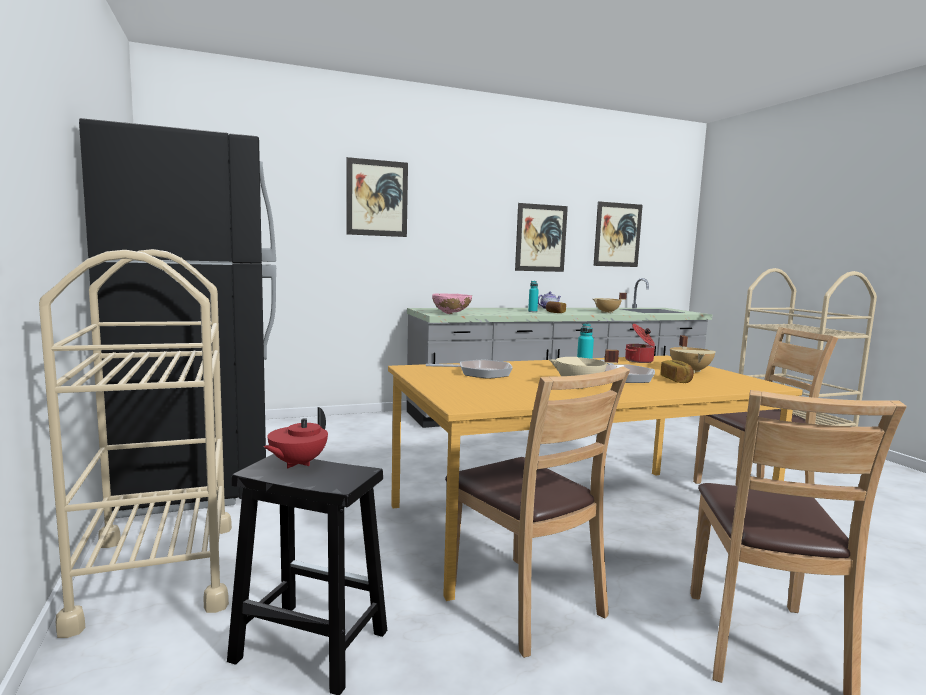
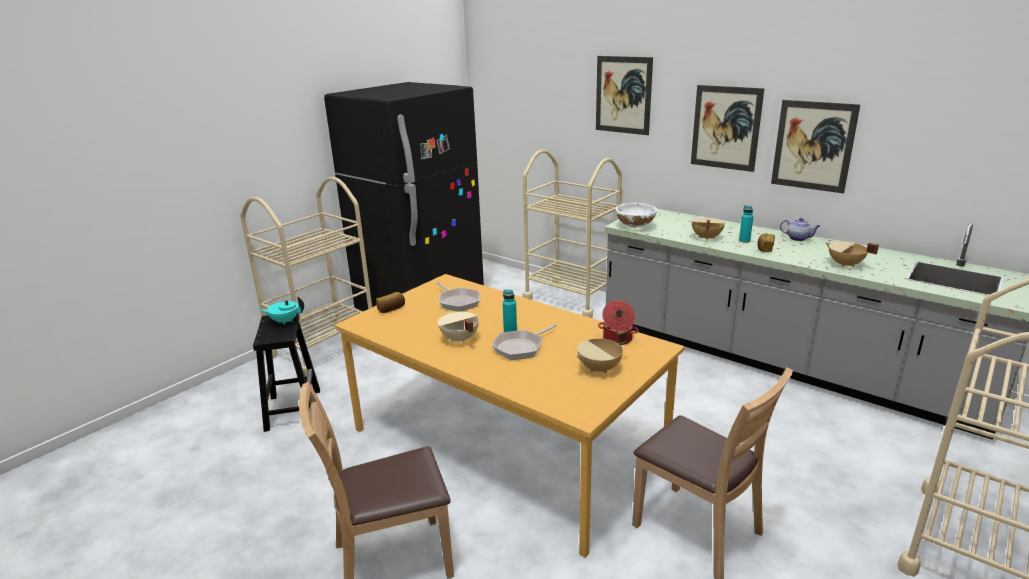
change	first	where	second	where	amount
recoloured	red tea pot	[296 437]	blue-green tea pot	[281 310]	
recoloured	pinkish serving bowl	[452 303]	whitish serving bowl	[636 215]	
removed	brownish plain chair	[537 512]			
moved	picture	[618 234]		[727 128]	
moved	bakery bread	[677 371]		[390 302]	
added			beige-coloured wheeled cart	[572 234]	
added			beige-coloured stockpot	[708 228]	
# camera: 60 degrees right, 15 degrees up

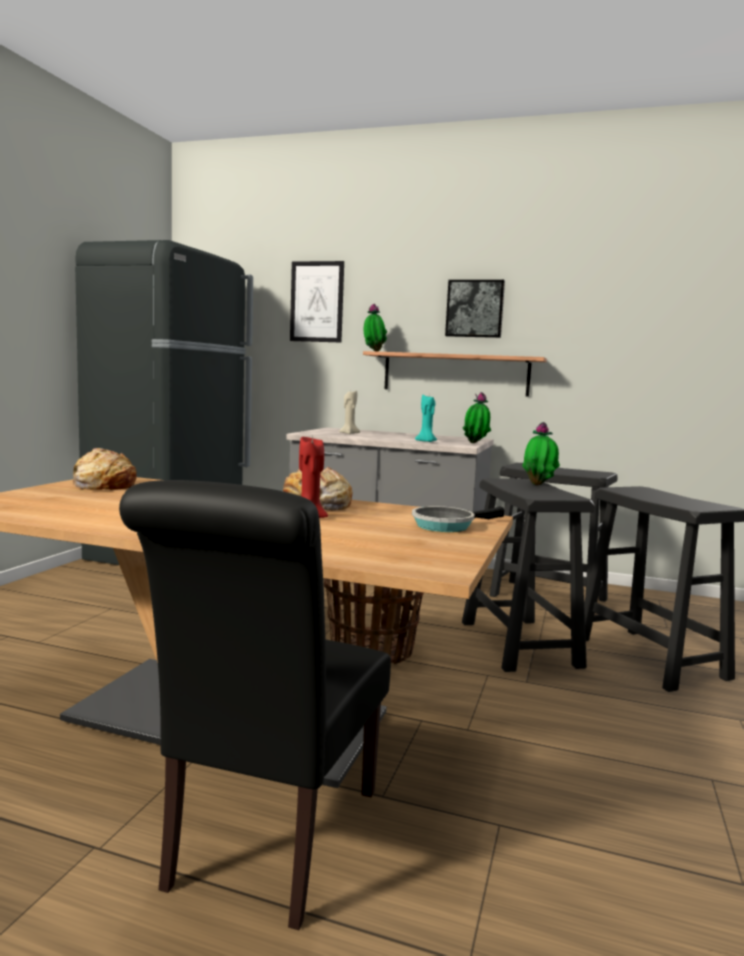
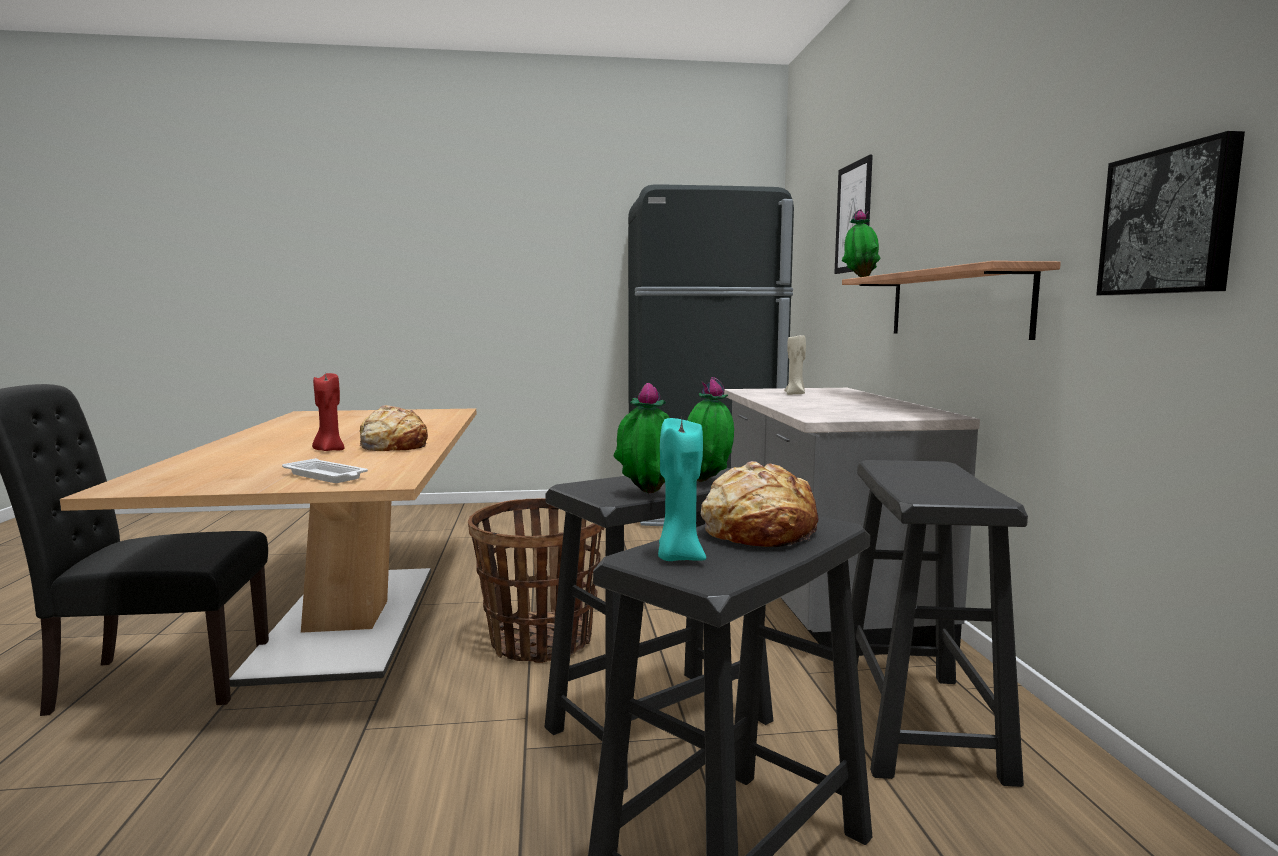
change	first	where	second	where	amount
moved	bakery bread	[105 469]		[759 504]	
replaced	skillet	[458 519]	whitish tray	[325 470]	
moved	blue-green candle	[426 418]		[682 489]	
moved	picture	[475 309]		[1170 213]	
moved	potted plant	[477 417]		[641 437]	
# camera: 65 degrees right, 0 degrees up

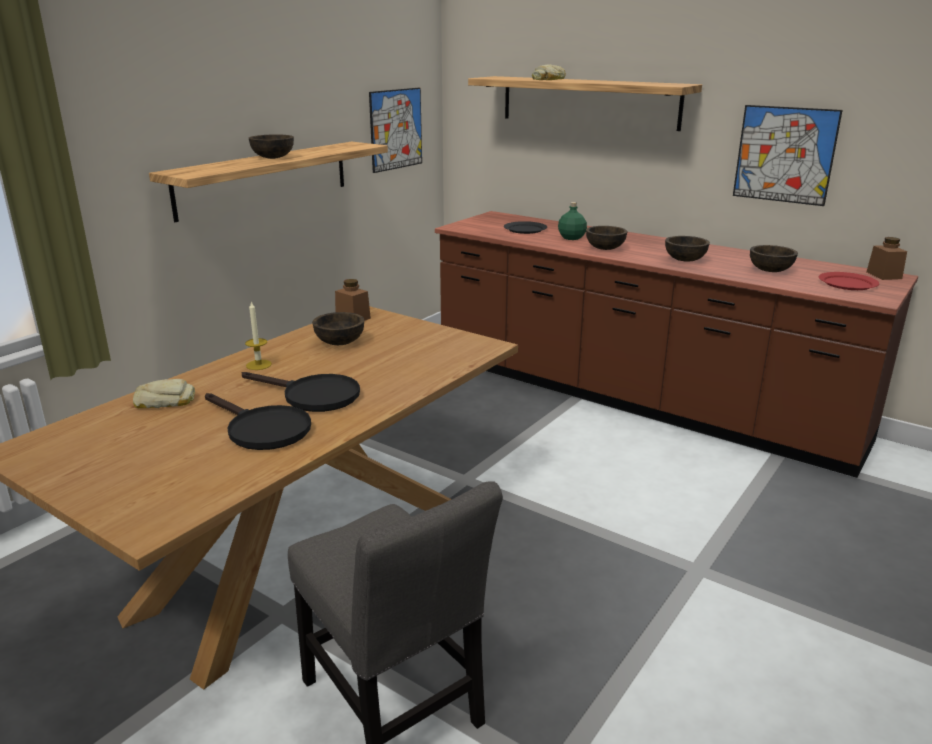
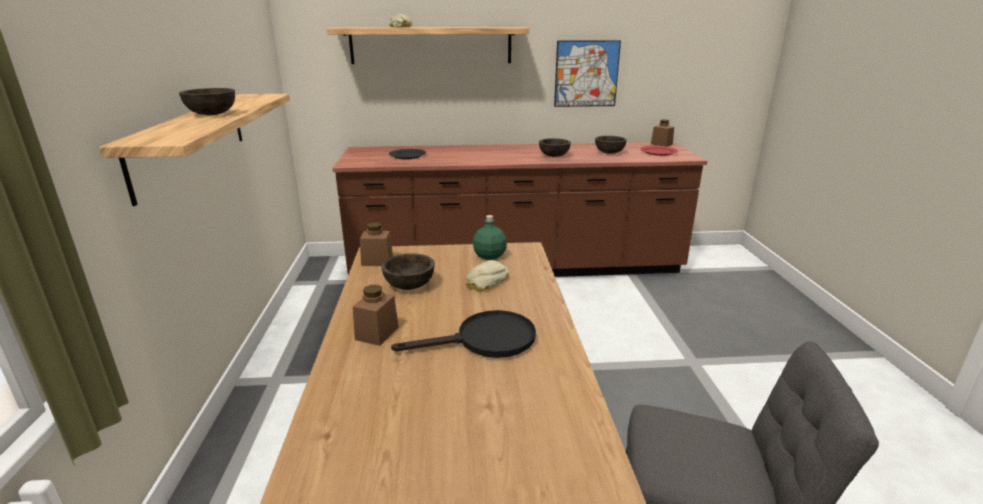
change	first	where	second	where	amount
moved	bakery bread	[164 393]		[487 276]	
removed	black skillet	[258 421]			
replaced	candle	[258 335]	brownish storage jar	[375 315]	
removed	picture	[395 130]			
moved	green beverage bottle	[572 221]		[490 237]	
removed	brownish serving bowl	[606 238]			
# camera: 40 degrees left, 0 degrees up

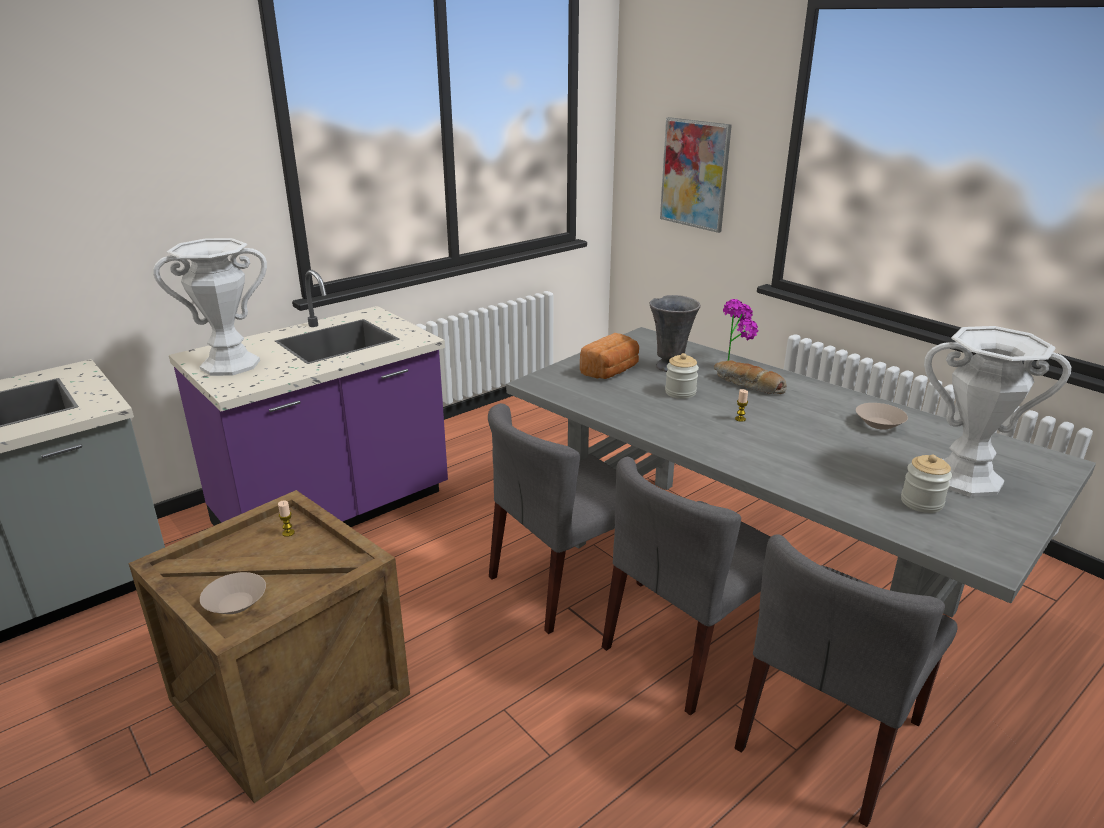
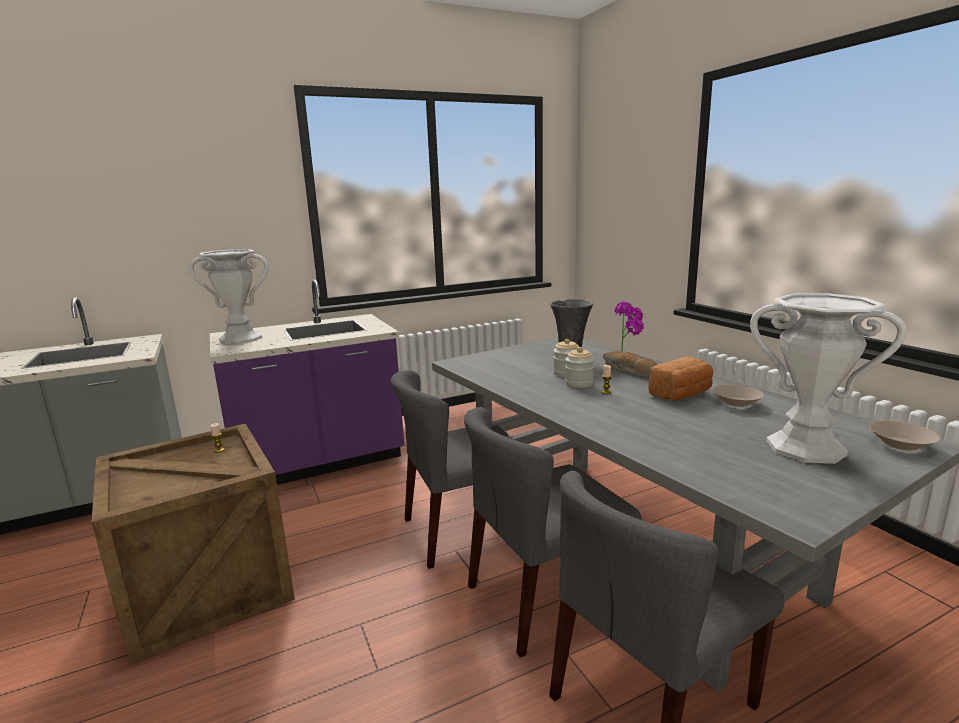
change	first	where	second	where	amount
moved	beige-coloured serving bowl	[233 593]		[905 435]	
moved	bakery bread	[609 356]		[681 378]	
removed	picture	[696 175]			
moved	storage jar	[926 484]		[579 367]	
# camera: 15 degrees right, 10 degrees down

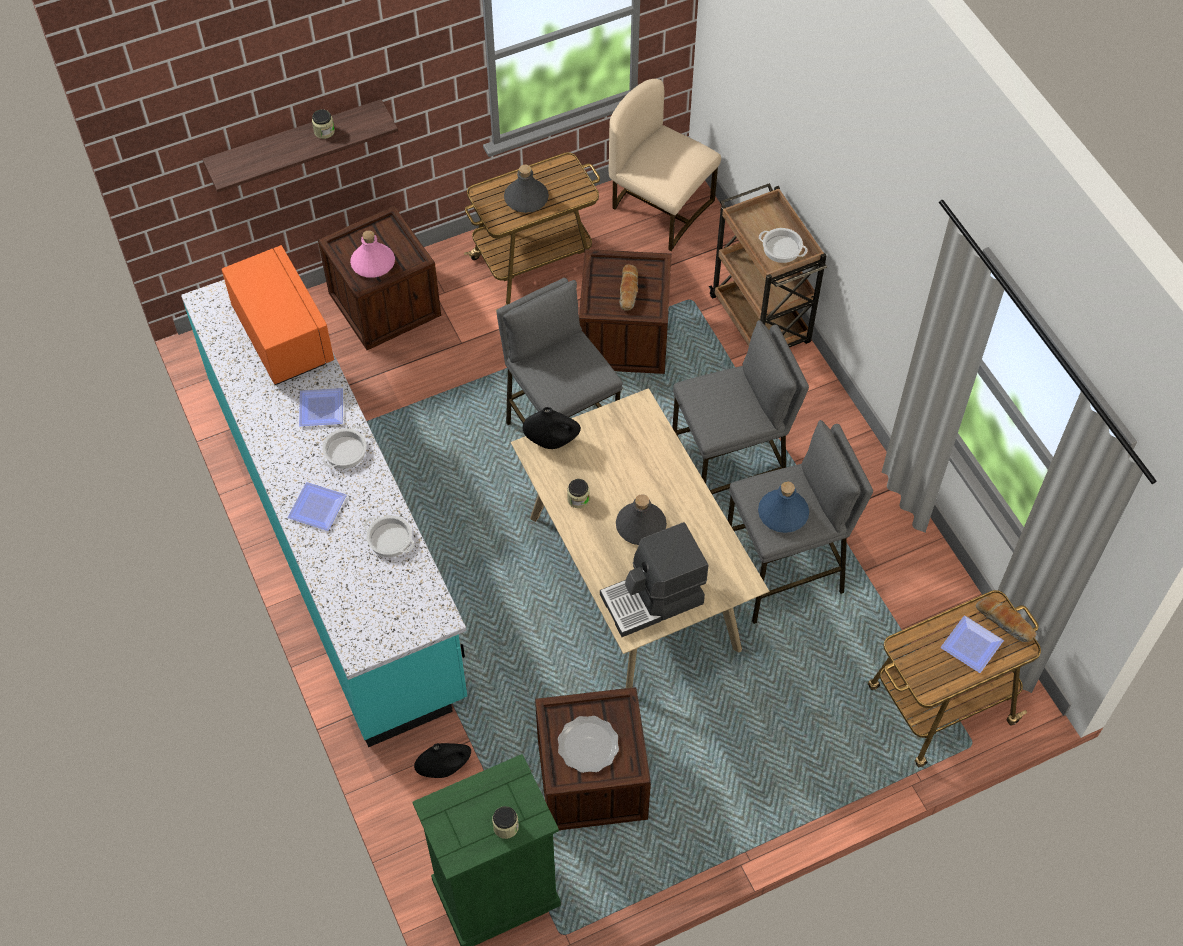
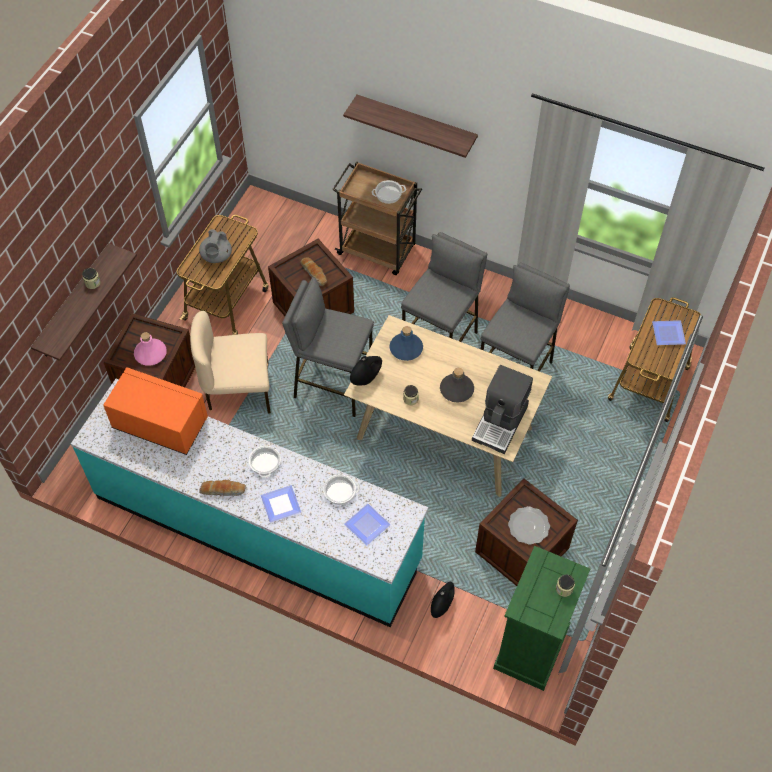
change	first	where	second	where	amount
moved	plate	[321 407]		[367 524]	
replaced	greyish beverage bottle	[526 189]	greyish tea pot	[215 246]	
moved	beige-coloured plain chair	[664 165]		[230 362]	
moved	bluish beverage bottle	[783 507]		[406 343]	
moved	bakery bread	[1006 619]		[222 488]	
added			wall shelf	[410 126]	
# camera: 40 degrees left, 0 degrees up

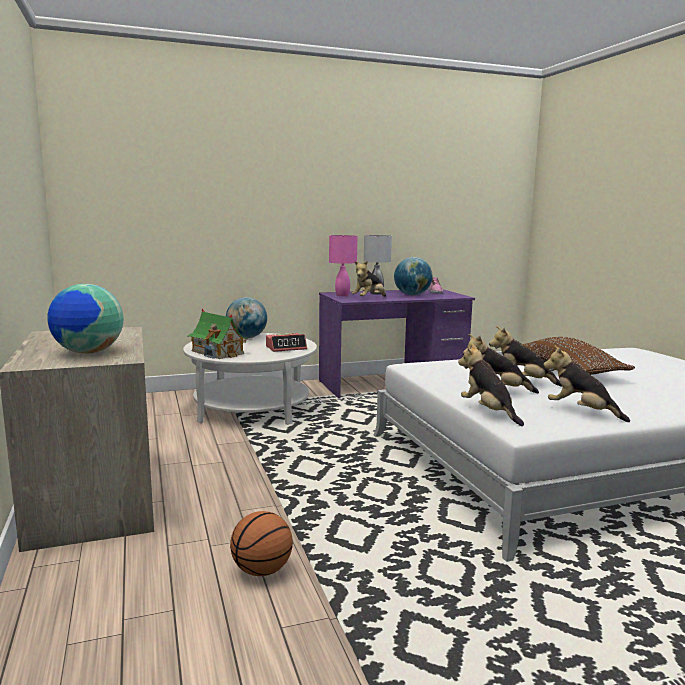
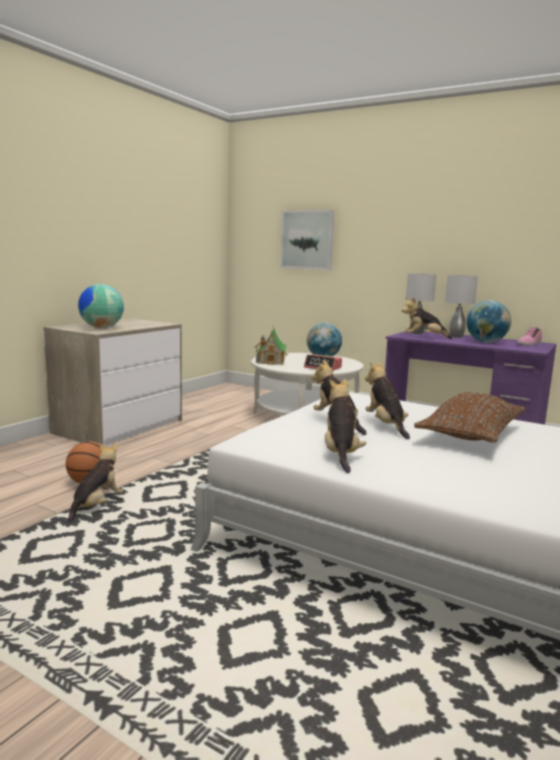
change	first	where	second	where	amount
recoloured	pinkish tabletop lamp	[343 265]	greyish tabletop lamp	[421 303]	
moved	soft toy	[491 384]		[95 483]	
added			picture	[307 240]	
# camera: 50 degrees right, 0 degrees up

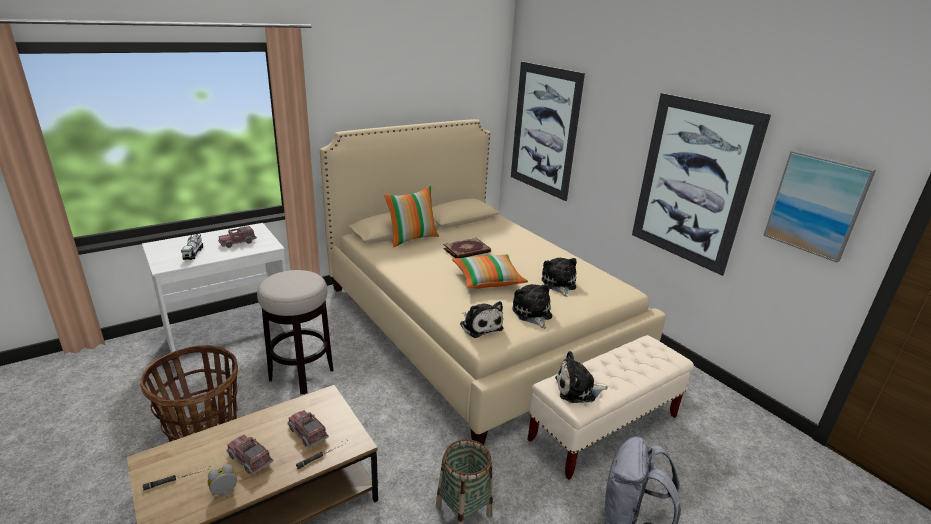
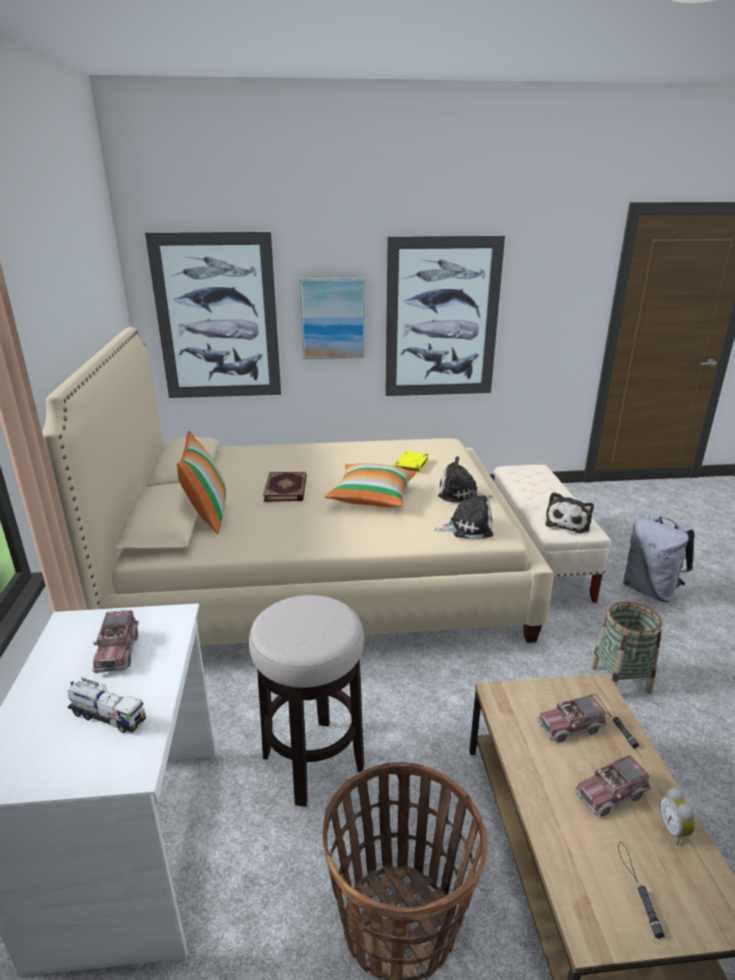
change	first	where	second	where	amount
replaced	soft toy	[559 277]	yellow book	[411 462]	
moved	picture	[819 206]		[332 318]	
# camera: 60 degrees left, 0 degrees up

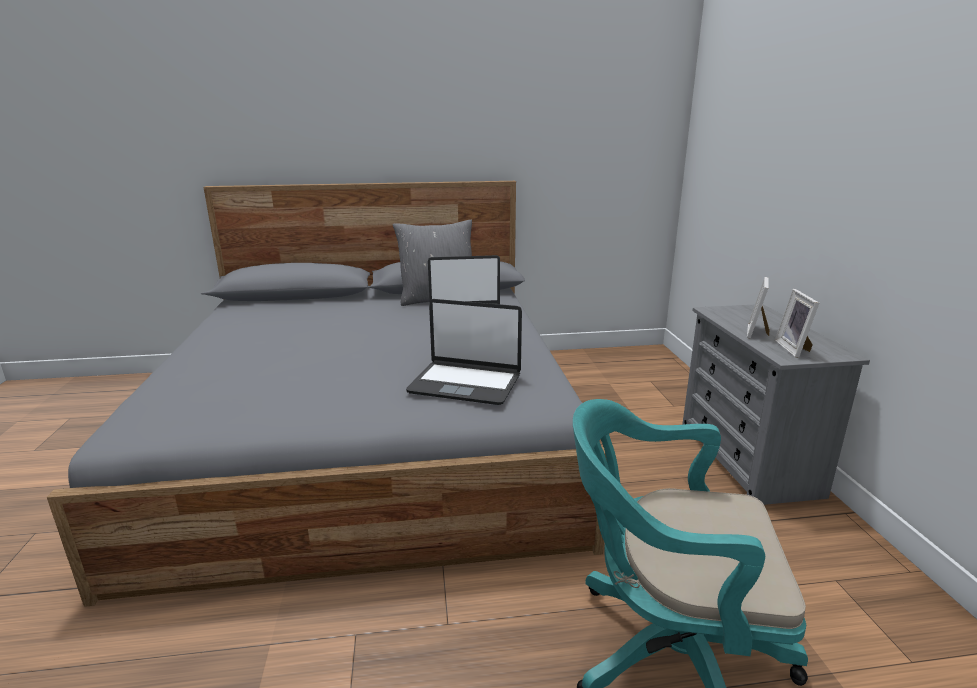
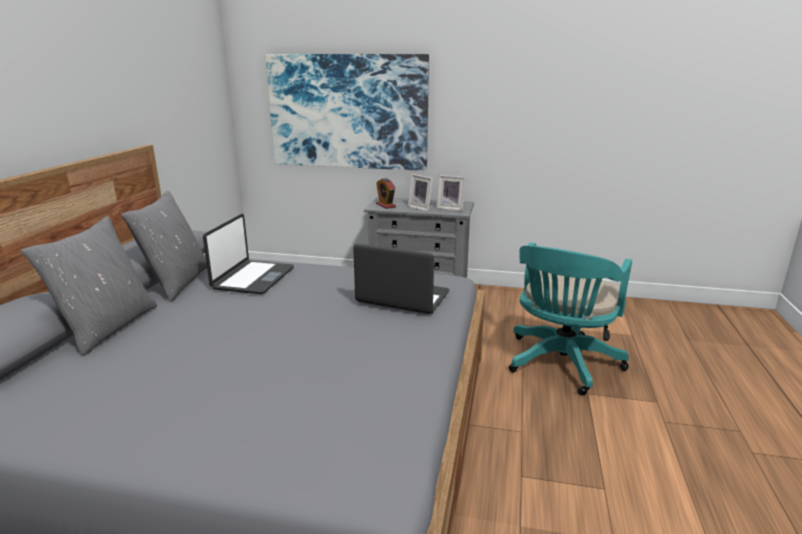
change	first	where	second	where	amount
turned	laptop	[464 352]		[401 278]	105 degrees counterclockwise
added			greyish cushion	[89 286]	
added			picture	[347 112]	
added			table clock	[386 193]	
# camera: 70 degrees left, 0 degrees up

